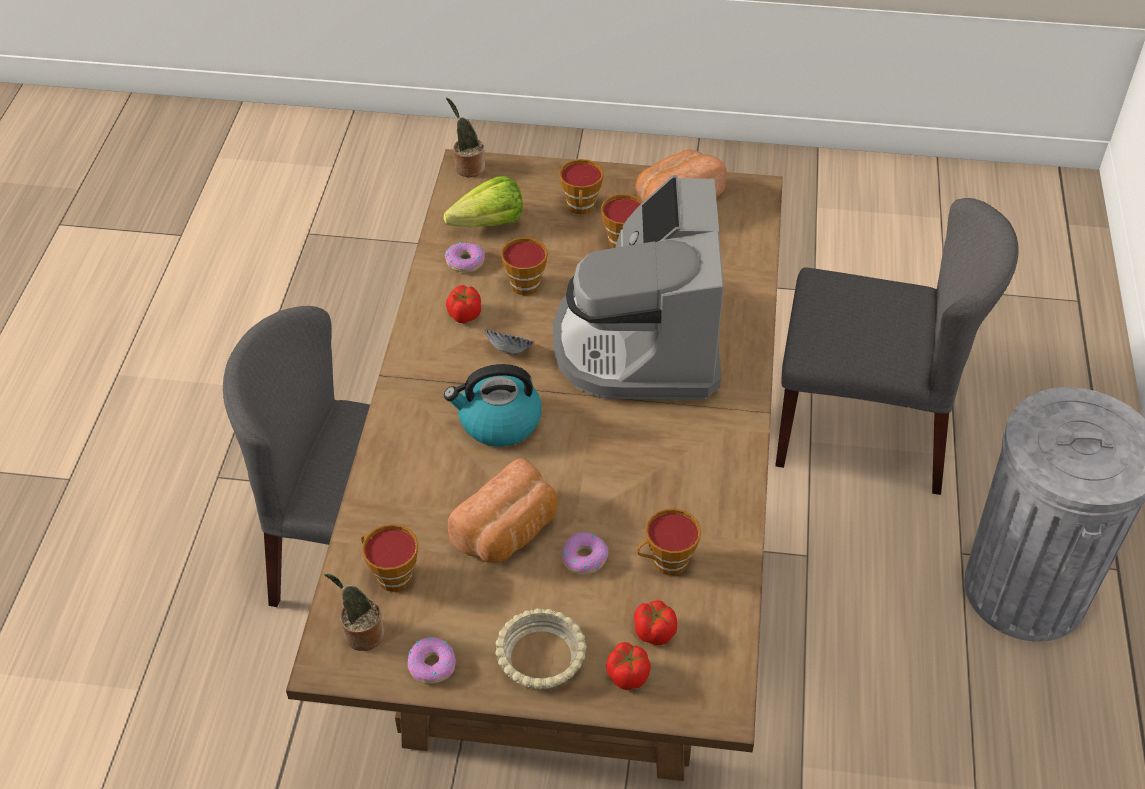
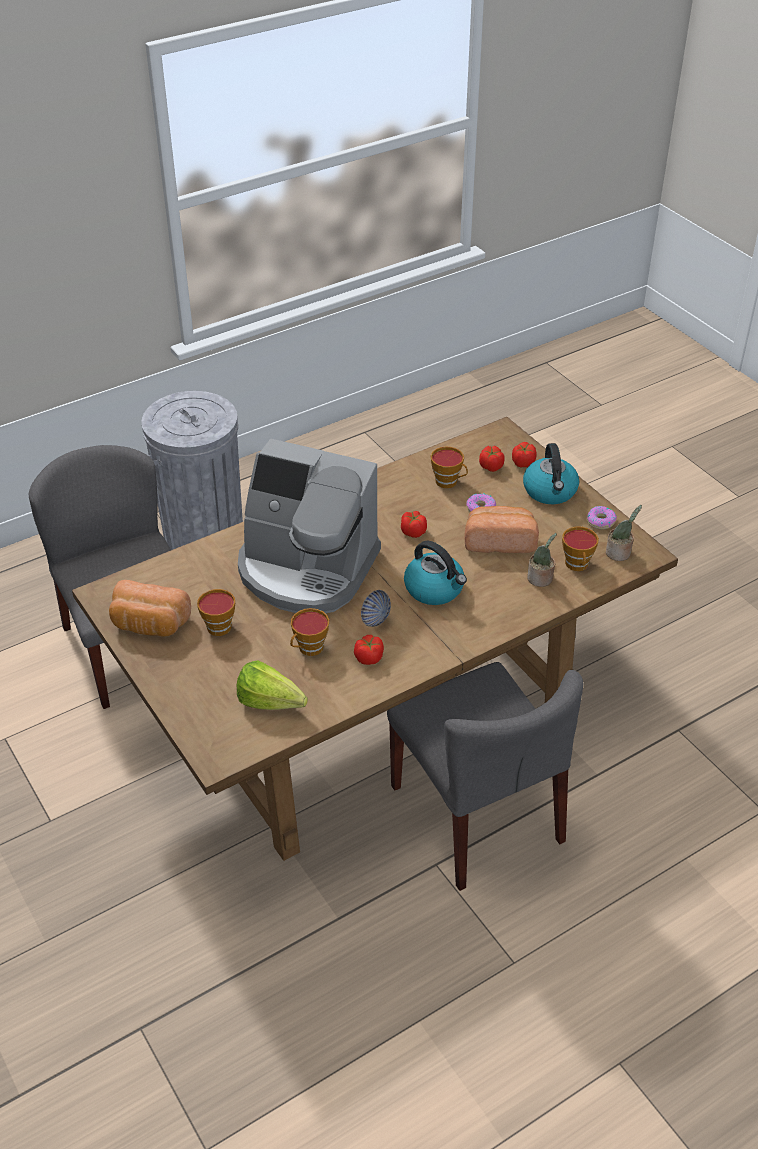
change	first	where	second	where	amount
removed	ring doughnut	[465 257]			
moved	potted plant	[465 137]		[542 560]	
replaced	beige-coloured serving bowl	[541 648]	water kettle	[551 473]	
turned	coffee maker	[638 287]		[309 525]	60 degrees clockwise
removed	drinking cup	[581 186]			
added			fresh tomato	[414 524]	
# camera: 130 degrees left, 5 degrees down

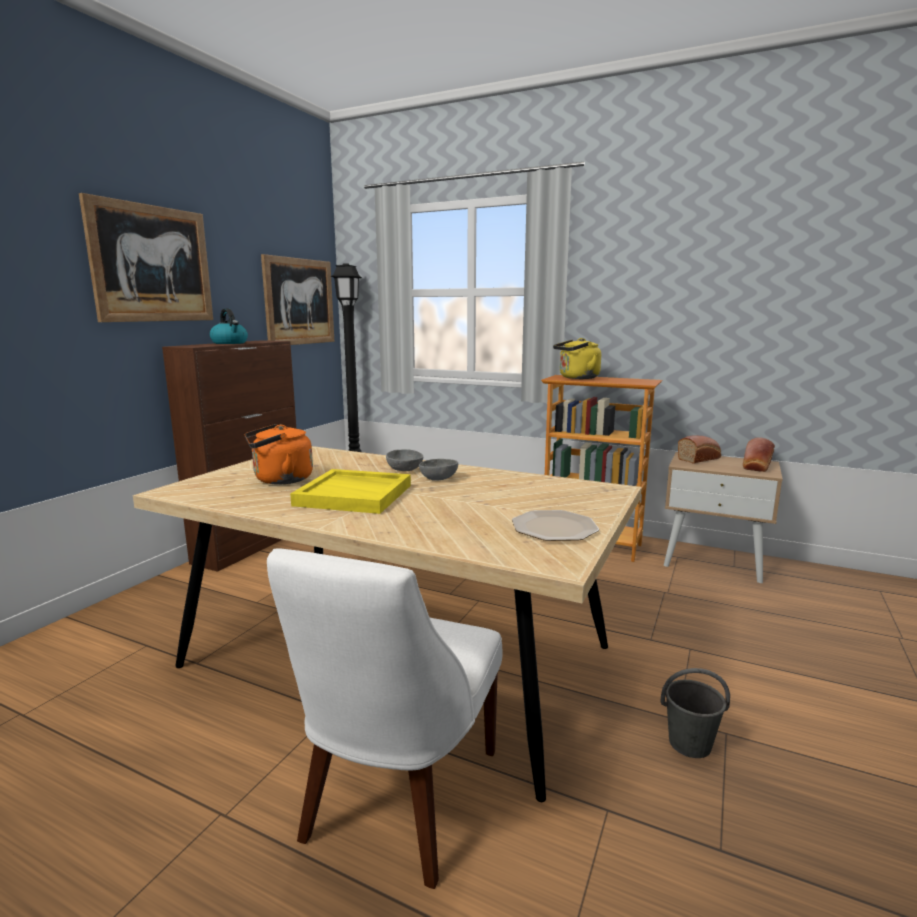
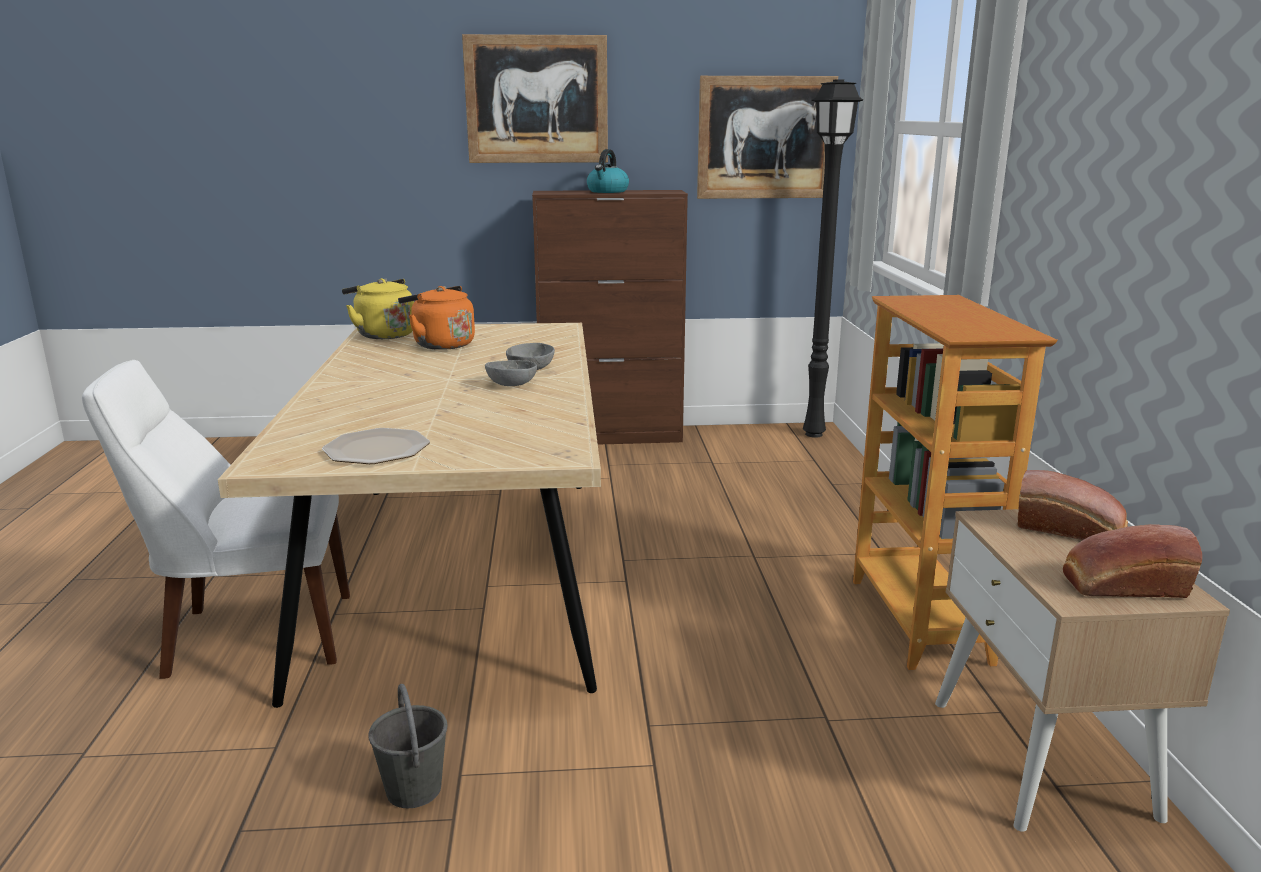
change	first	where	second	where	amount
removed	yellow tray	[350 491]			
moved	yellow water kettle	[577 358]		[378 308]	
# camera: 60 degrees right, 5 degrees up

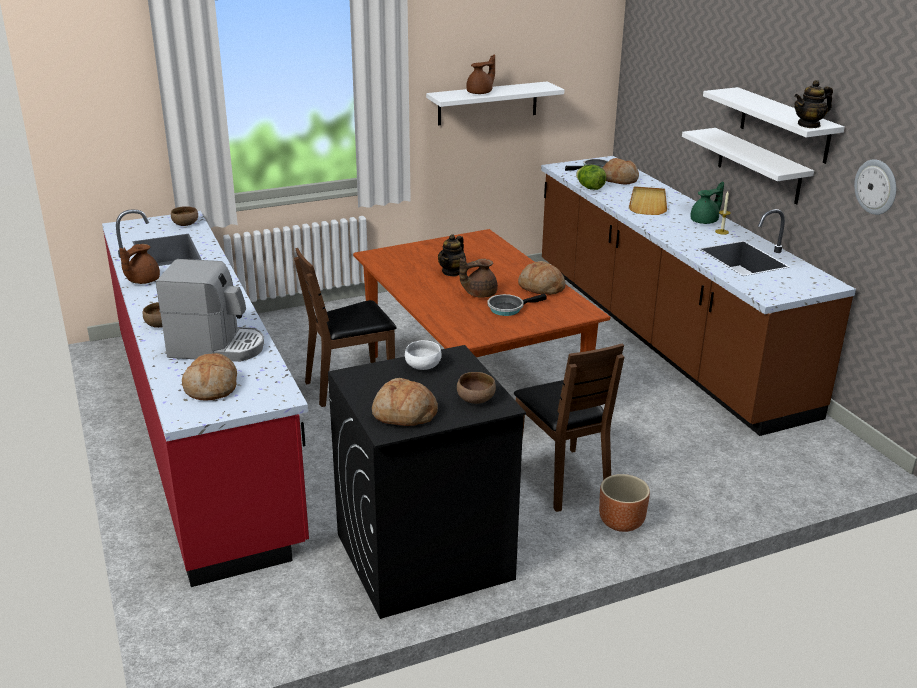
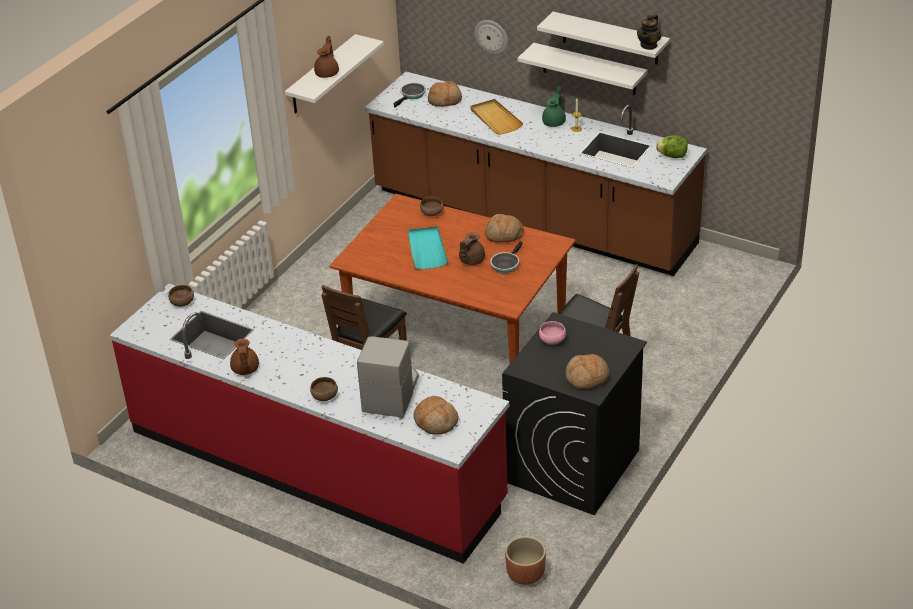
change	first	where	second	where	amount
turned	coffee maker	[210 310]		[388 377]	45 degrees counterclockwise
recoloured	whitish serving bowl	[423 355]	pinkish serving bowl	[552 333]	
replaced	tea pot	[452 255]	blue-green tray	[428 247]	
moved	brownish serving bowl	[476 388]		[431 206]	
moved	head of lettuce	[591 177]		[672 147]	
moved	brownish plant pot	[624 503]		[525 560]	
moved	wall clock	[875 187]		[491 37]	
# camera: 35 degrees left, 10 degrees up

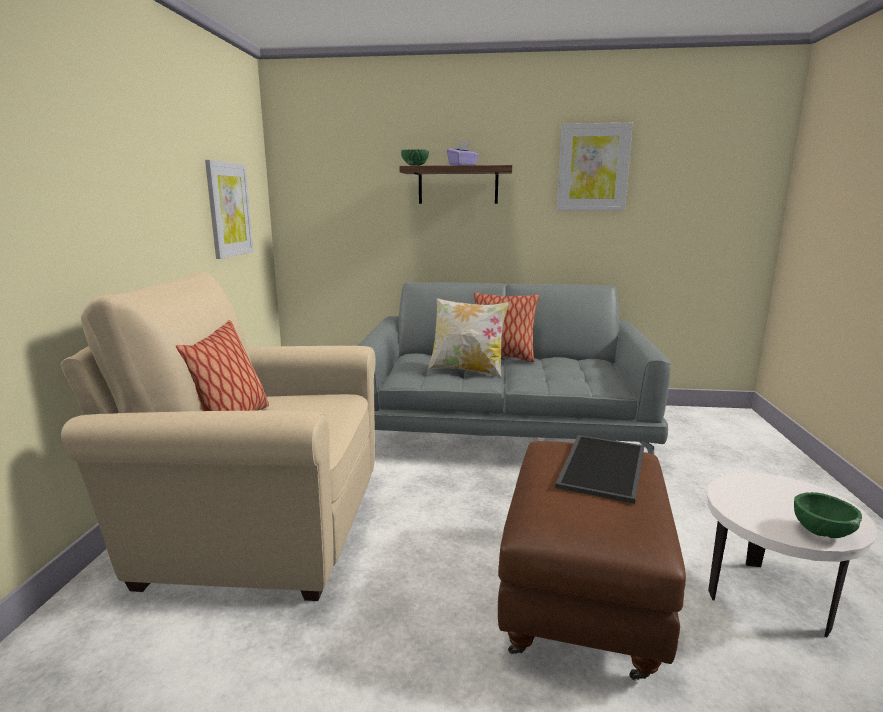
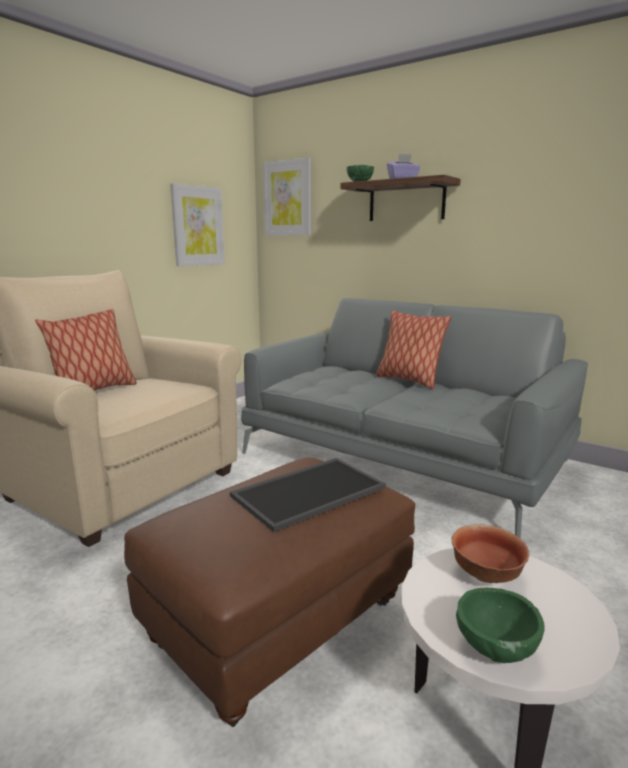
change	first	where	second	where	amount
removed	cushion	[469 338]			
moved	picture	[595 167]		[287 196]	
added			serving bowl	[490 553]	
# camera: 30 degrees right, 0 degrees up

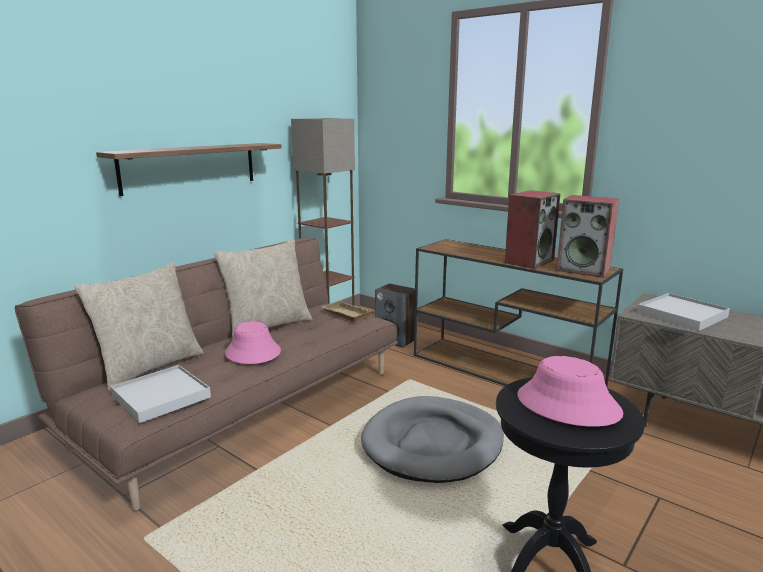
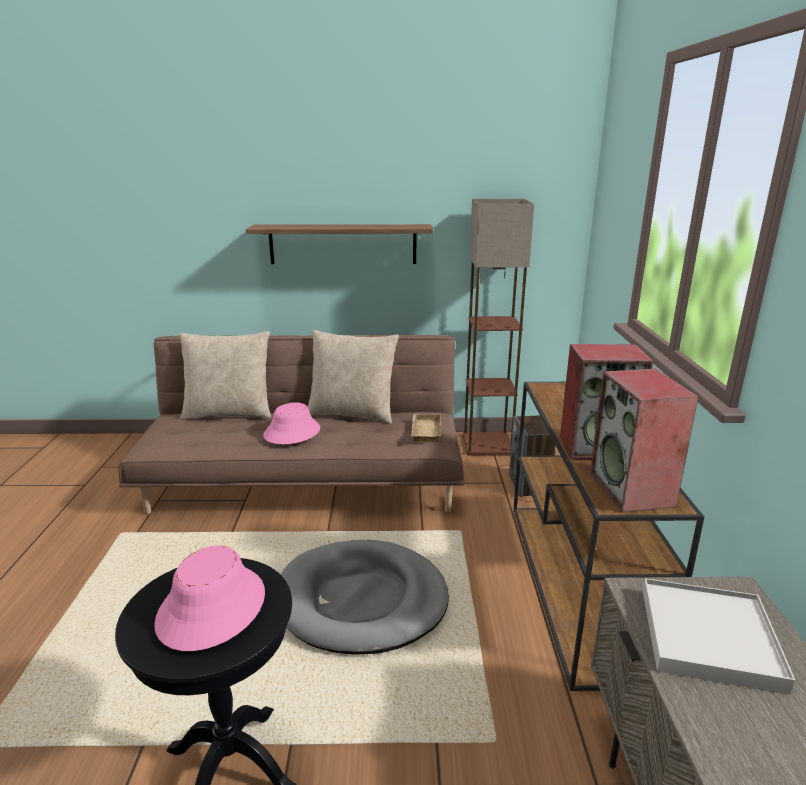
change	first	where	second	where	amount
removed	whitish tray	[160 394]			
# camera: 50 degrees right, 5 degrees up

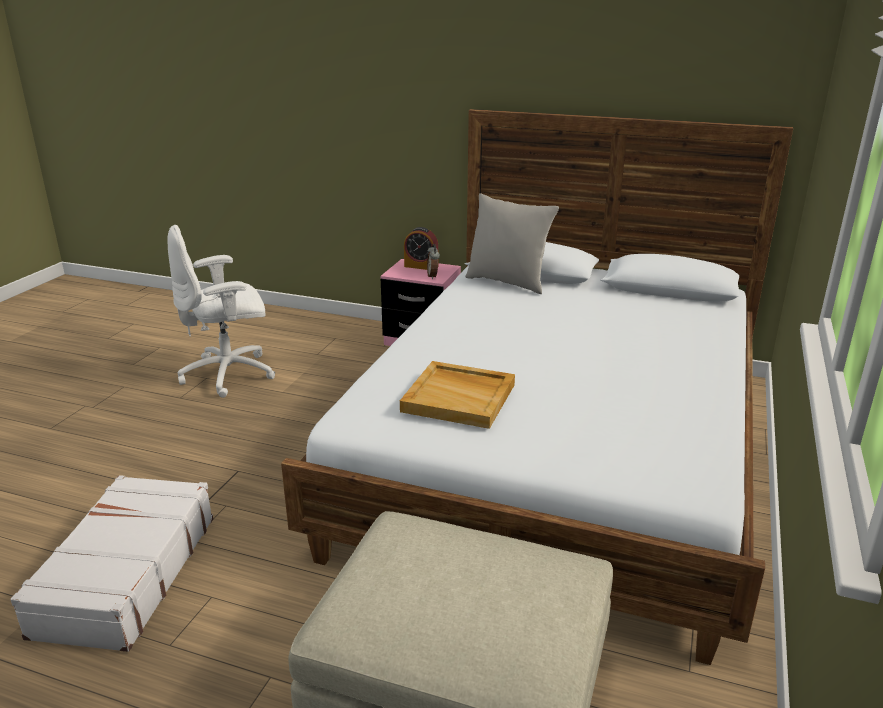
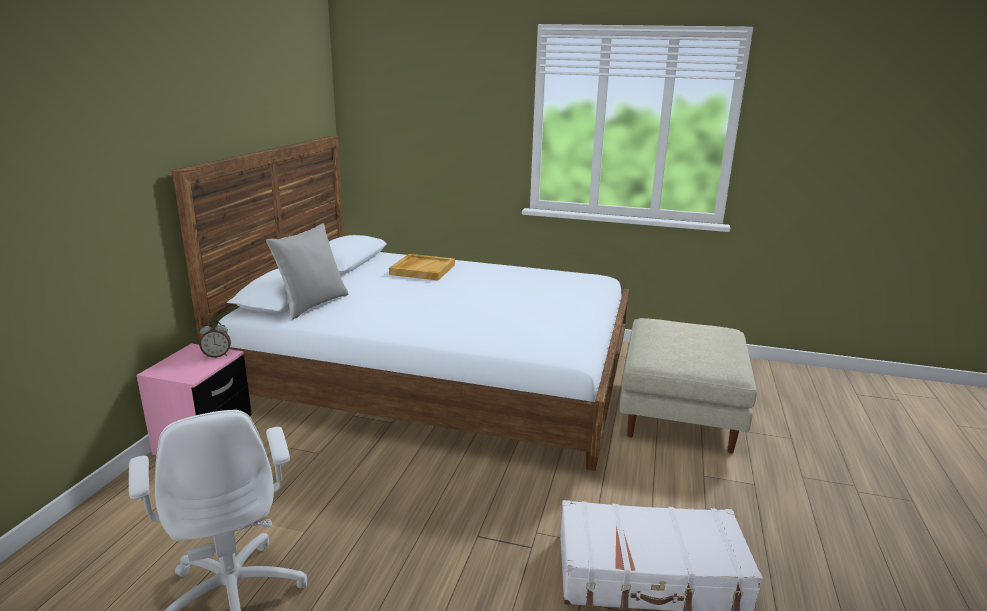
change	first	where	second	where	amount
moved	beige-coloured tray	[457 395]		[422 267]	
removed	table clock	[421 248]			
# camera: 95 degrees left, 5 degrees down

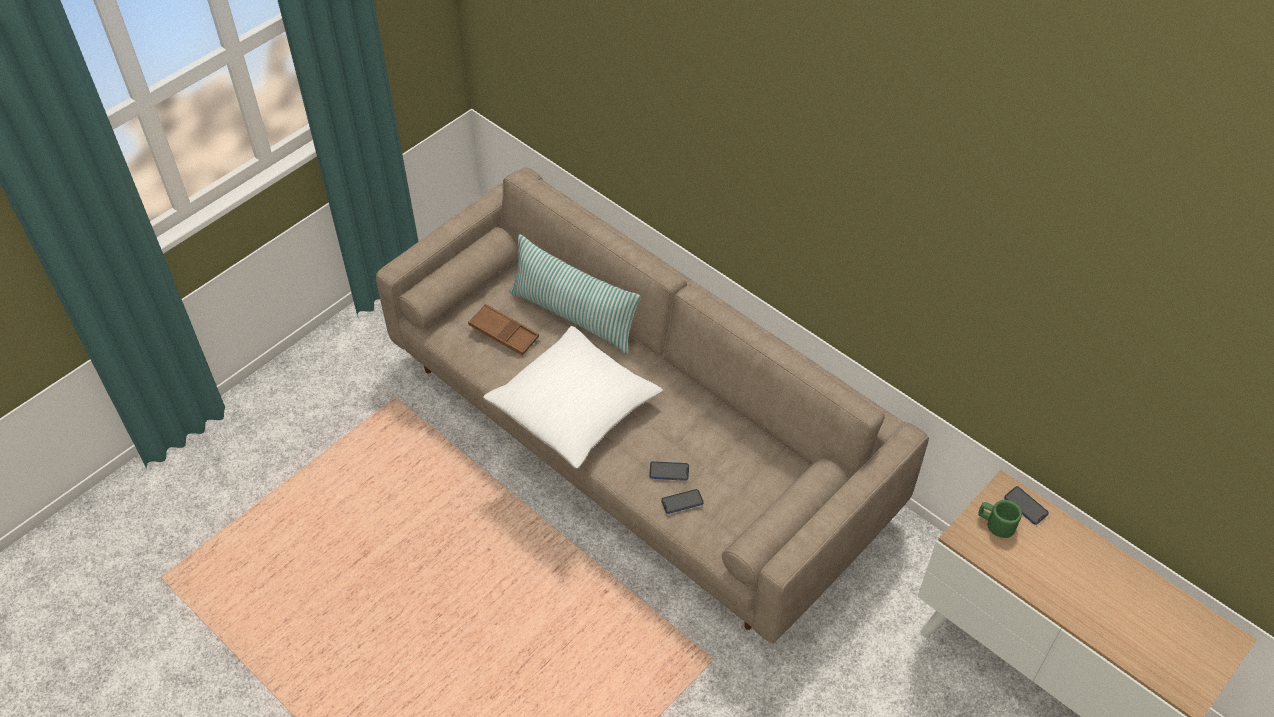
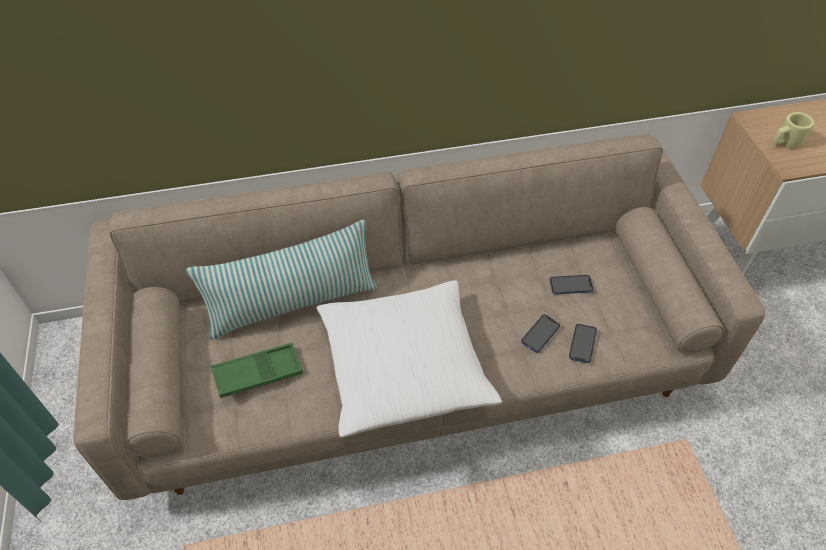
change	first	where	second	where	amount
recoloured	brownish tray	[503 330]	green tray	[257 370]	
recoloured	green coffee mug	[1000 519]	beige-coloured coffee mug	[793 130]	
moved	telephone	[1026 505]		[571 284]	
# camera: 55 degrees left, 0 degrees up

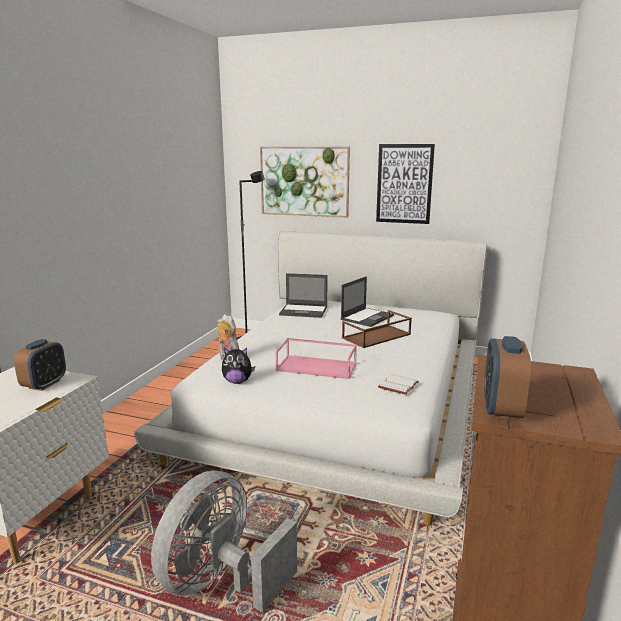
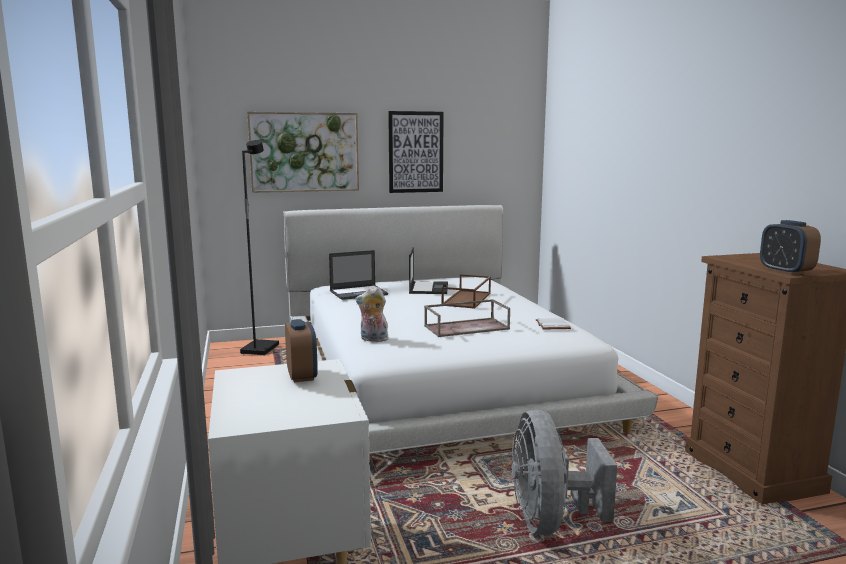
change	first	where	second	where	amount
removed	soft toy	[238 366]			
recoloured	pinkish tray	[316 358]	brownish tray	[467 318]	
# camera: 35 degrees left, 5 degrees down

